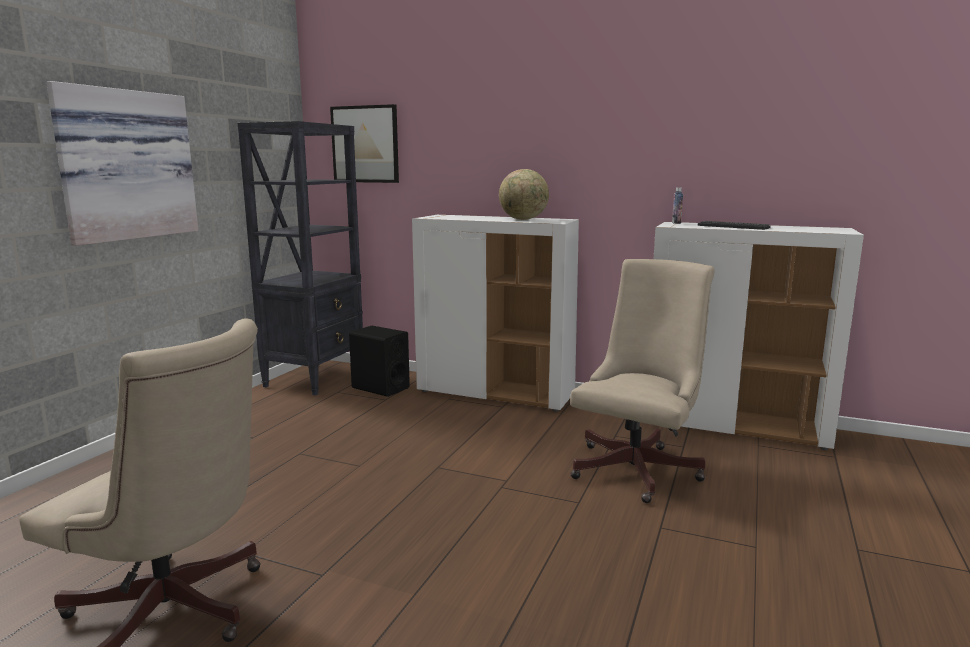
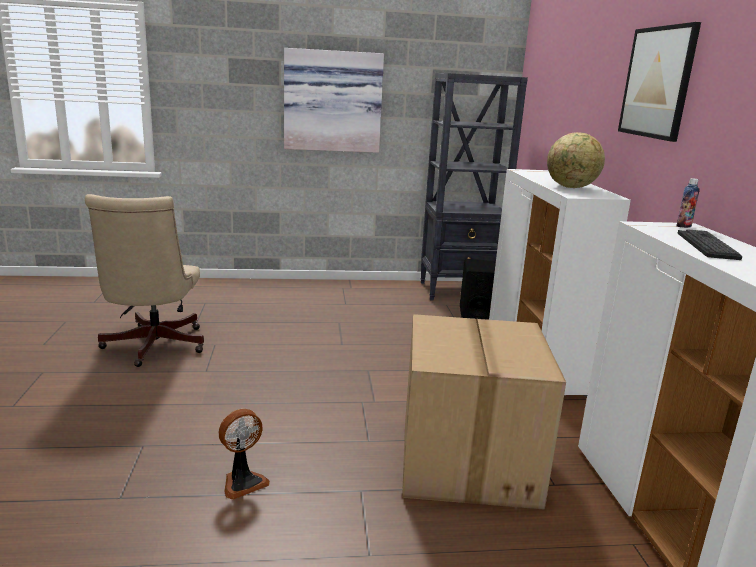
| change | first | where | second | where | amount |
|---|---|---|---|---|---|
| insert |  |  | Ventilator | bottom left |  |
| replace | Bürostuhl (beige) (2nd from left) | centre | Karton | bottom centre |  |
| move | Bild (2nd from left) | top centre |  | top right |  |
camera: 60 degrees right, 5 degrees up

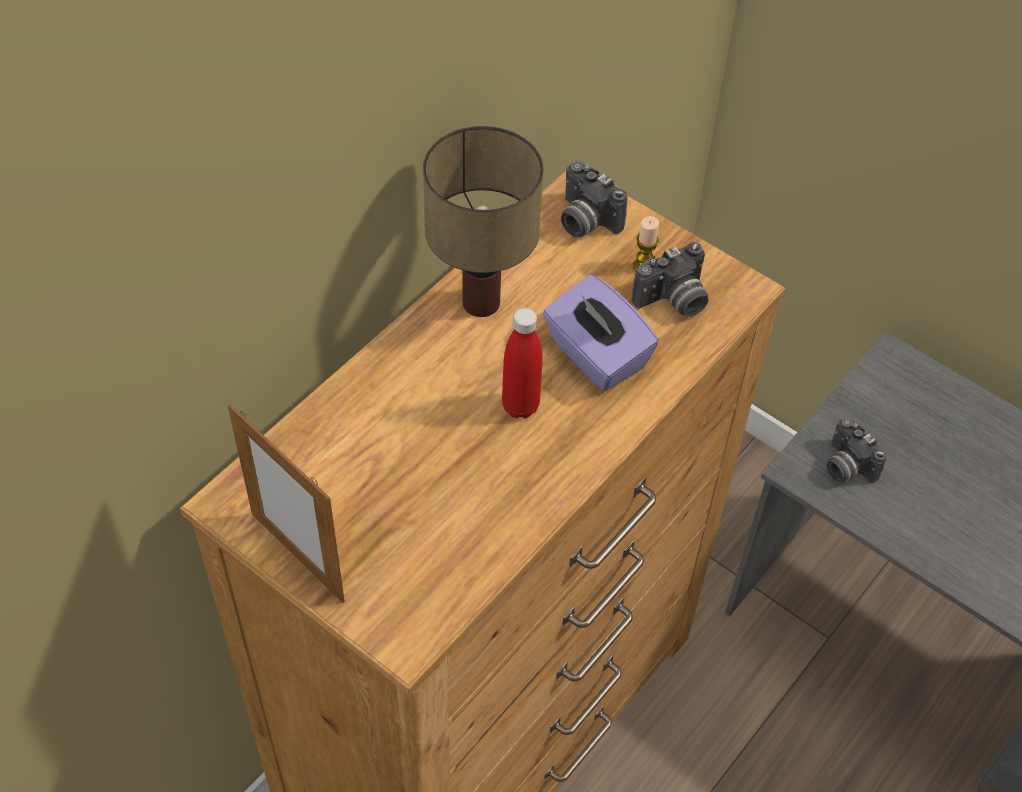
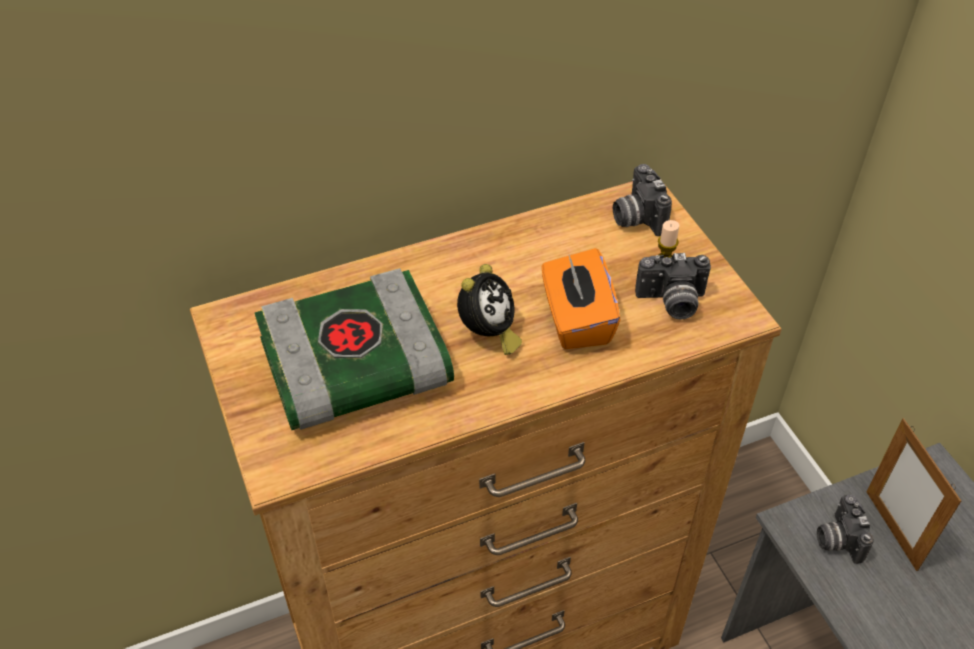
| change | first | where | second | where | amount |
|---|---|---|---|---|---|
| insert |  |  | Buch | centre |  |
| replace | Flasche (rot) | centre | Wecker | centre |  |
| recolor | Taschentuchbox (lila) | centre | Taschentuchbox (orange) | centre |  |
| move | Bilderrahmen | middle left |  | bottom right |  |
| delete | Tischlampe | top centre |  |  |  |
camera: 30 degrees right, 5 degrees down

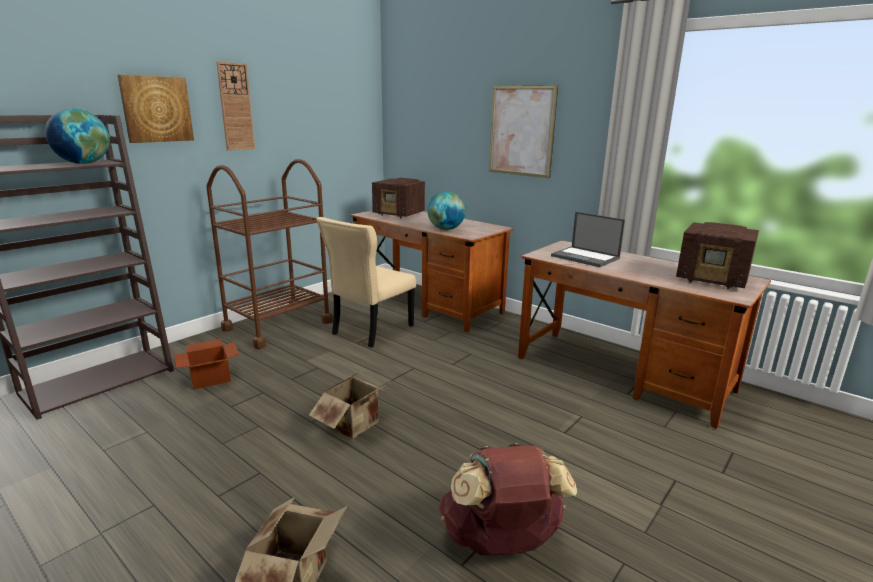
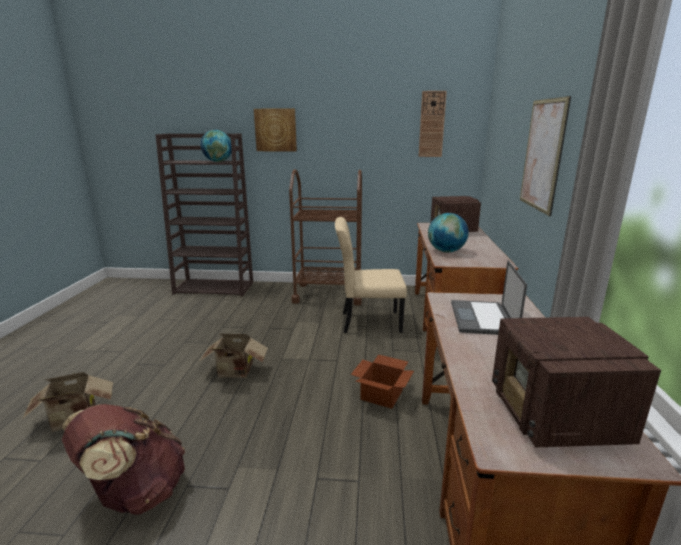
| change | first | where | second | where | amount |
|---|---|---|---|---|---|
| move | Karton (1st from left in the first image) | middle left | Karton (3rd from left) | bottom centre |  |
| move | Wanduhr | top left |  | top centre |  |
camera: 55 degrees right, 0 degrees up

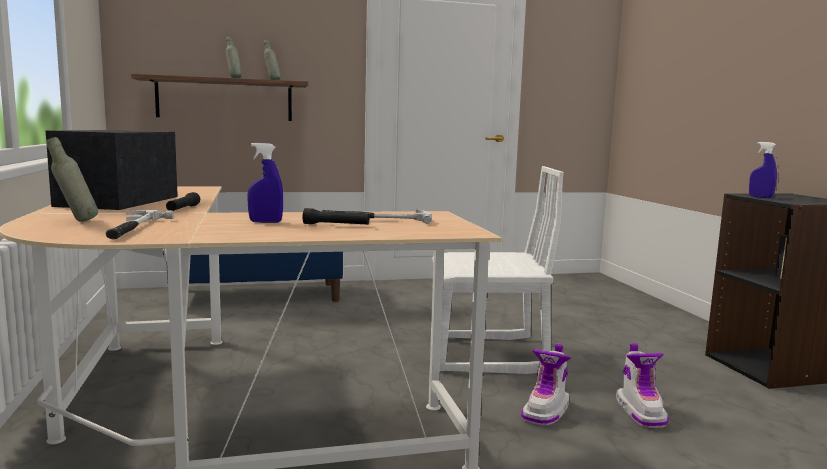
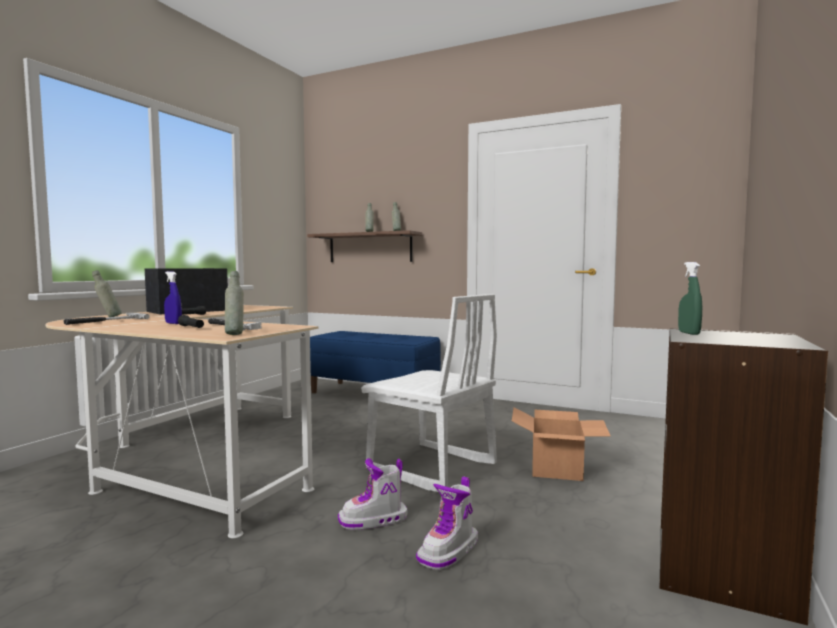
| change | first | where | second | where | amount |
|---|---|---|---|---|---|
| insert |  |  | Flasche (grau) (2nd from left) | middle left |  |
| insert |  |  | Karton | bottom right |  |
| recolor | Sprühflasche (blau) (2nd from left) | middle right | Sprühflasche (grün) | middle right |  |
camera: 40 degrees right, 5 degrees down

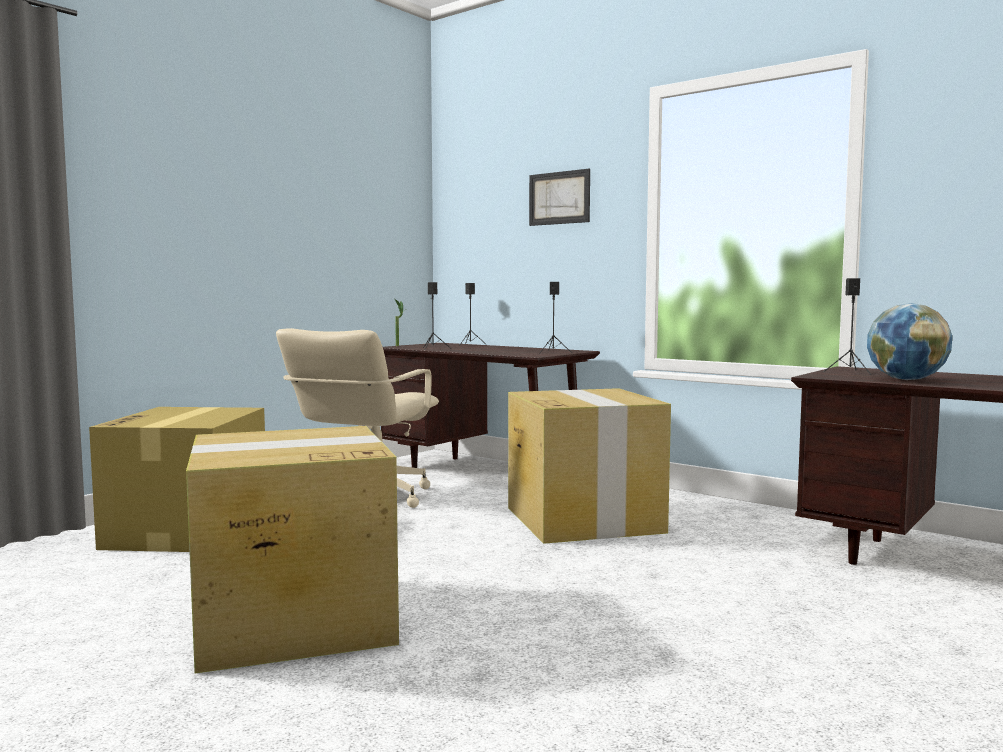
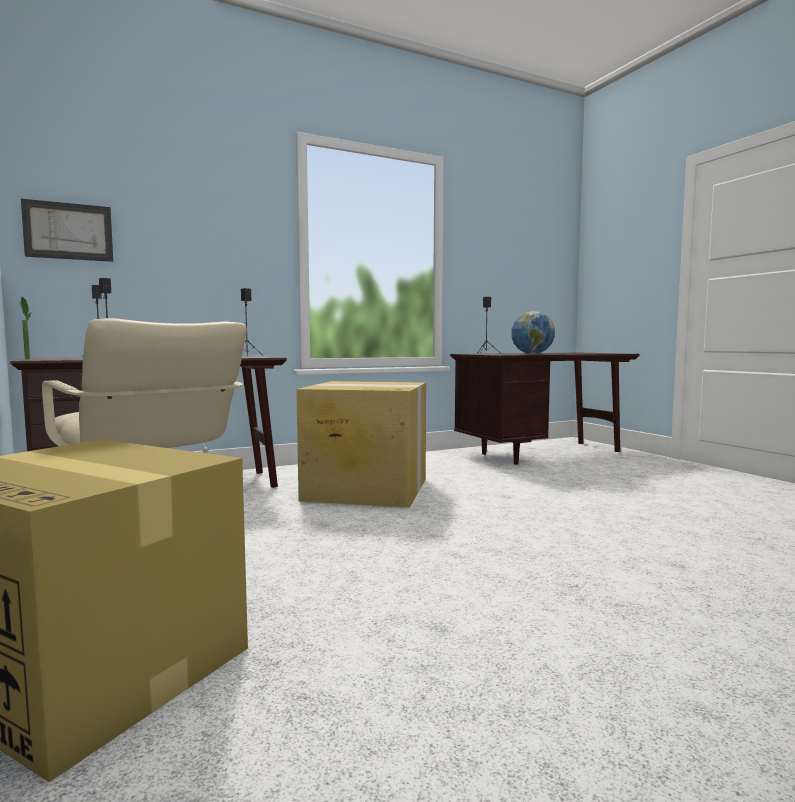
| change | first | where | second | where | amount |
|---|---|---|---|---|---|
| move | Bild | top centre |  | top left |  |
| delete | Karton (2nd from left) | bottom left |  |  |  |
camera: 65 degrees left, 0 degrees up

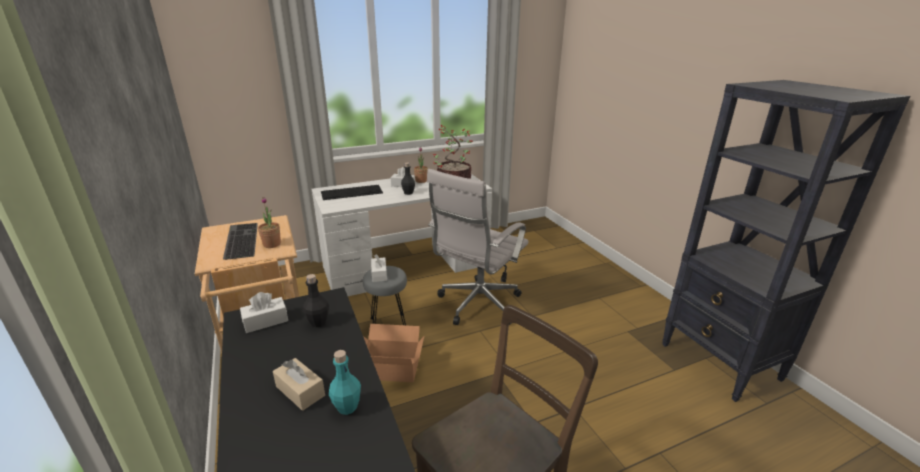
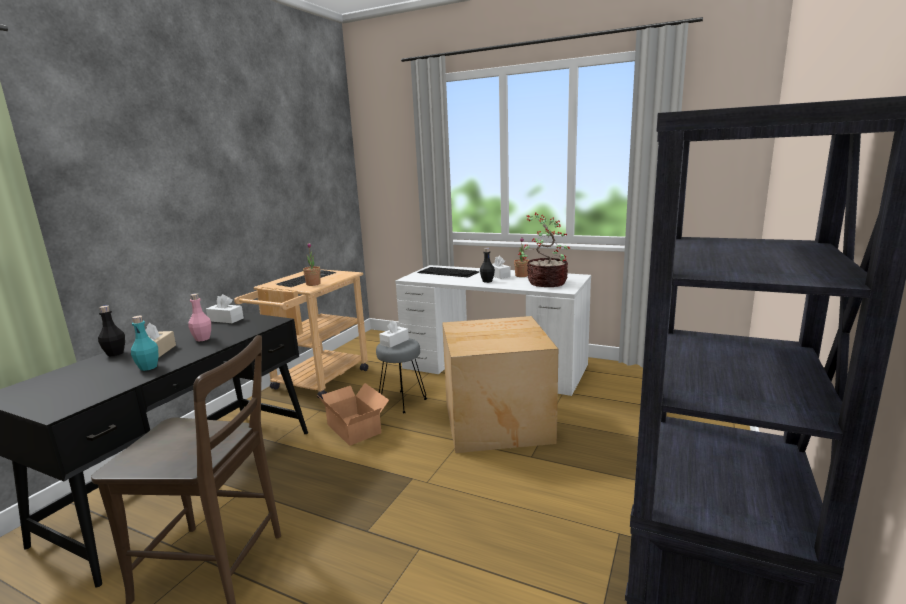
| change | first | where | second | where | amount |
|---|---|---|---|---|---|
| move | Flasche (schwarz) (1st from left) | centre |  | middle left |  |
| insert |  |  | Flasche (rosa) | middle left |  |
| replace | Bürostuhl (weiß) | centre | Karton (2nd from left) | centre |  |
camera: 50 degrees right, 10 degrees down

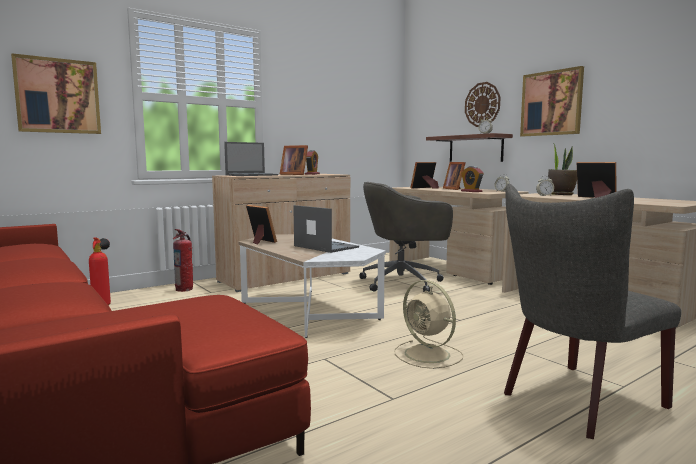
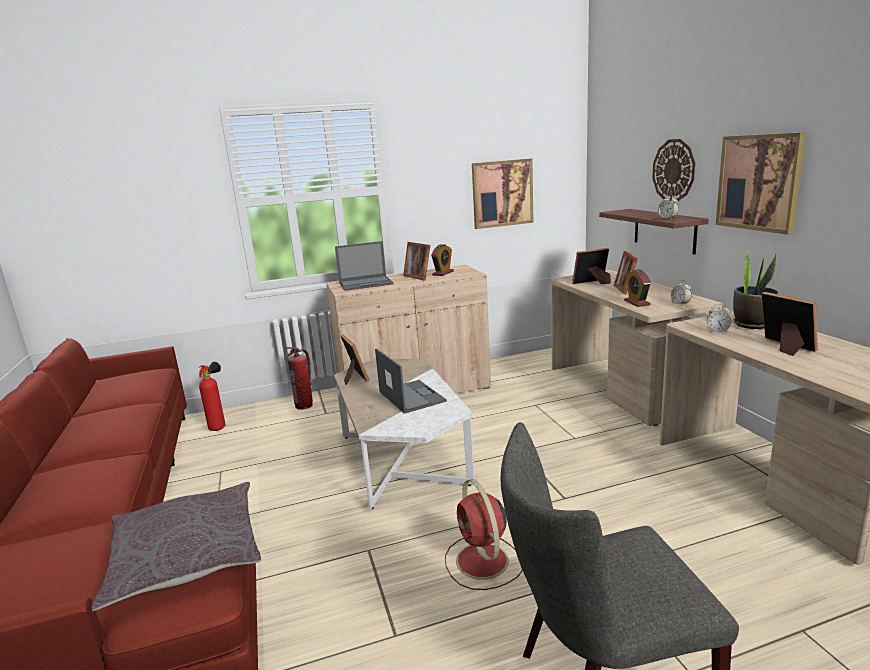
| change | first | where | second | where | amount |
|---|---|---|---|---|---|
| insert |  |  | Kissen (grau) | bottom left |  |
| recolor | Ventilator (beige) | bottom centre | Ventilator (rot) | bottom centre |  |
| move | Bild (1st from left) | top left |  | top centre |  |
| delete | Bürostuhl (grau) | centre |  |  |  |
camera: 20 degrees right, 10 degrees up

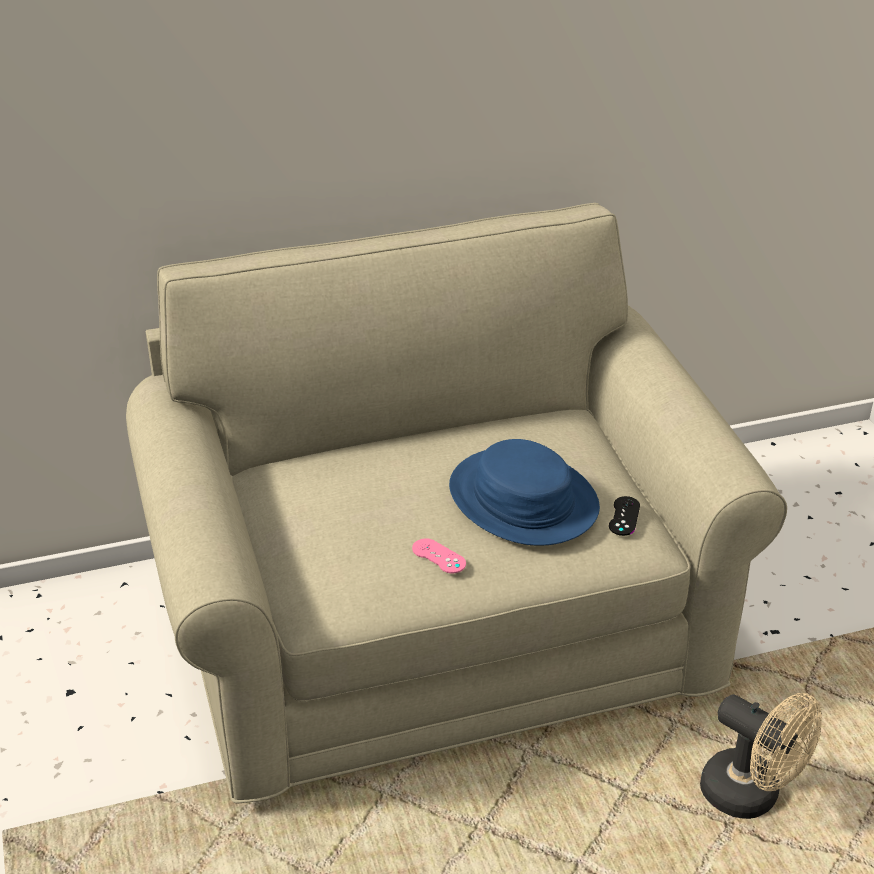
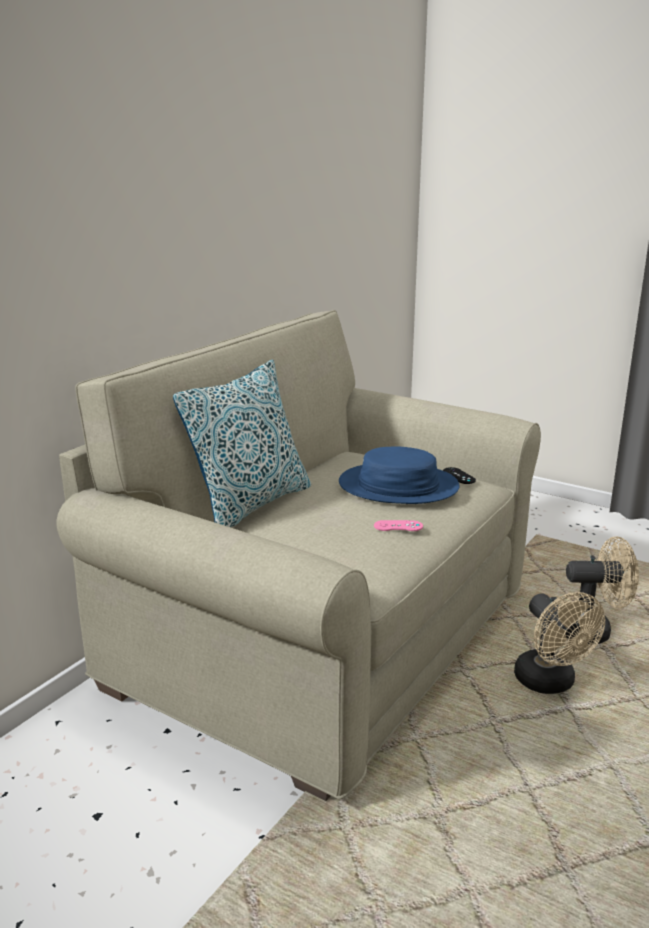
| change | first | where | second | where | amount |
|---|---|---|---|---|---|
| insert |  |  | Kissen | centre |  |
| insert |  |  | Ventilator (beige) (1st from left) | bottom right |  |
camera: 40 degrees left, 15 degrees down

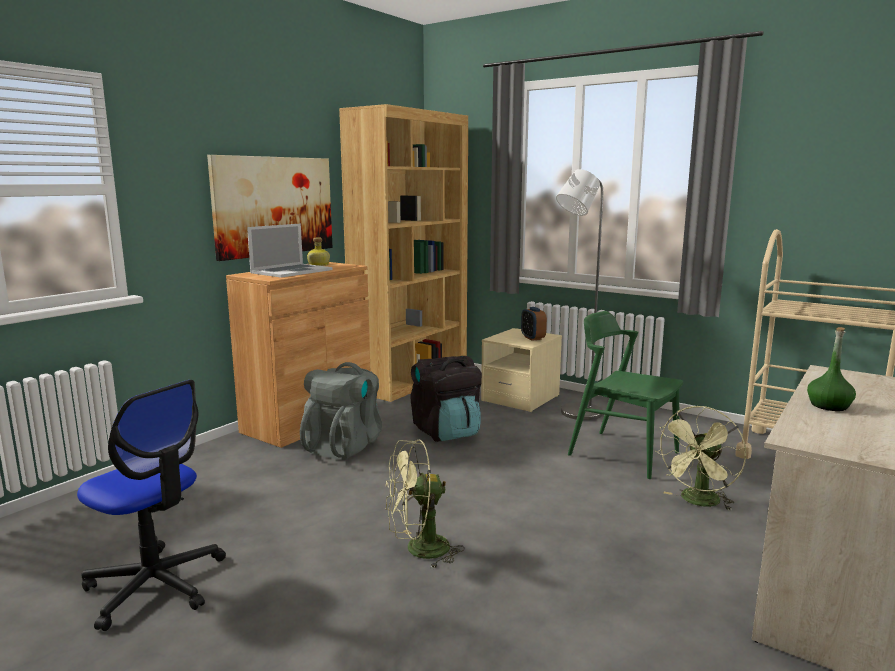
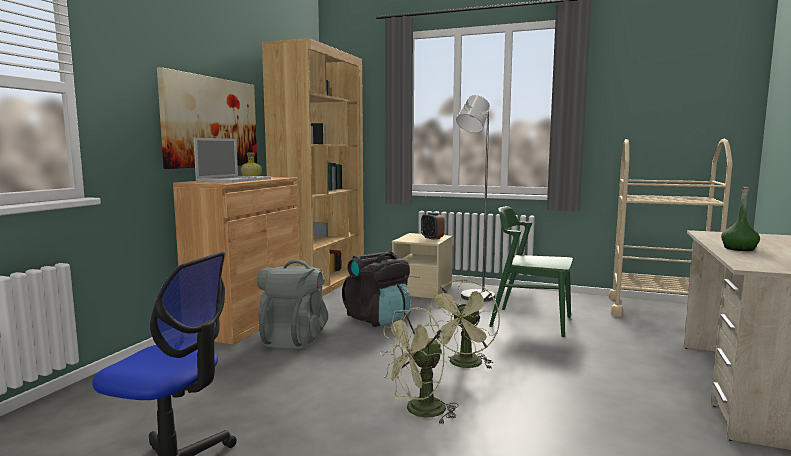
| change | first | where | second | where | amount |
|---|---|---|---|---|---|
| move | Ventilator (grün) (2nd from left) | bottom right |  | bottom centre |  |
camera: 15 degrees left, 5 degrees down

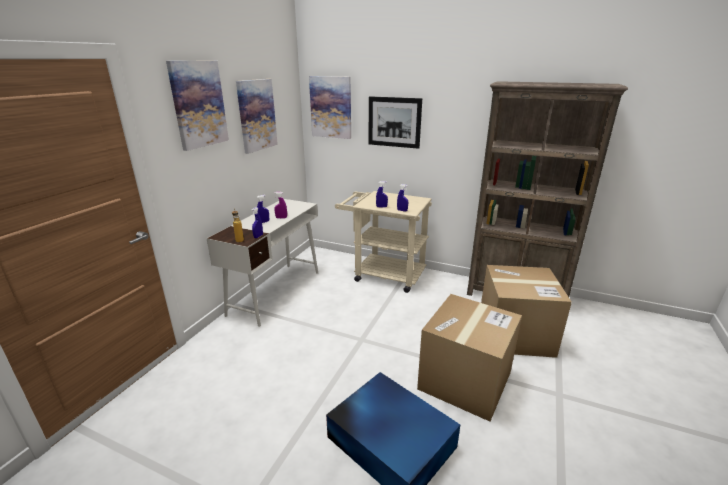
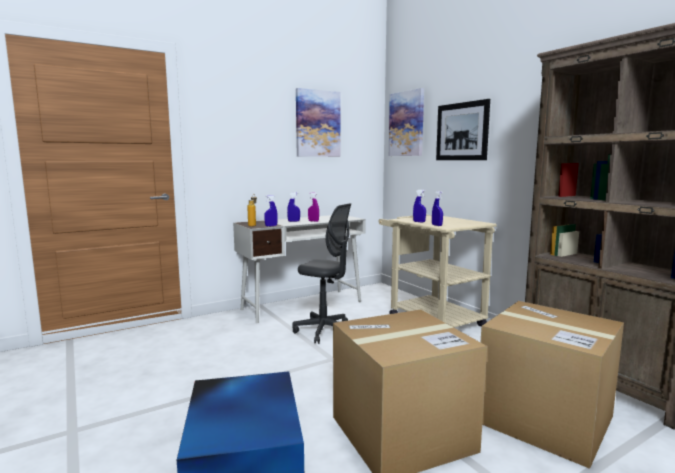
| change | first | where | second | where | amount |
|---|---|---|---|---|---|
| insert |  |  | Bürostuhl (grau) | centre |  |
| delete | Bild (1st from left) | top left |  |  |  |
camera: 35 degrees right, 15 degrees down

